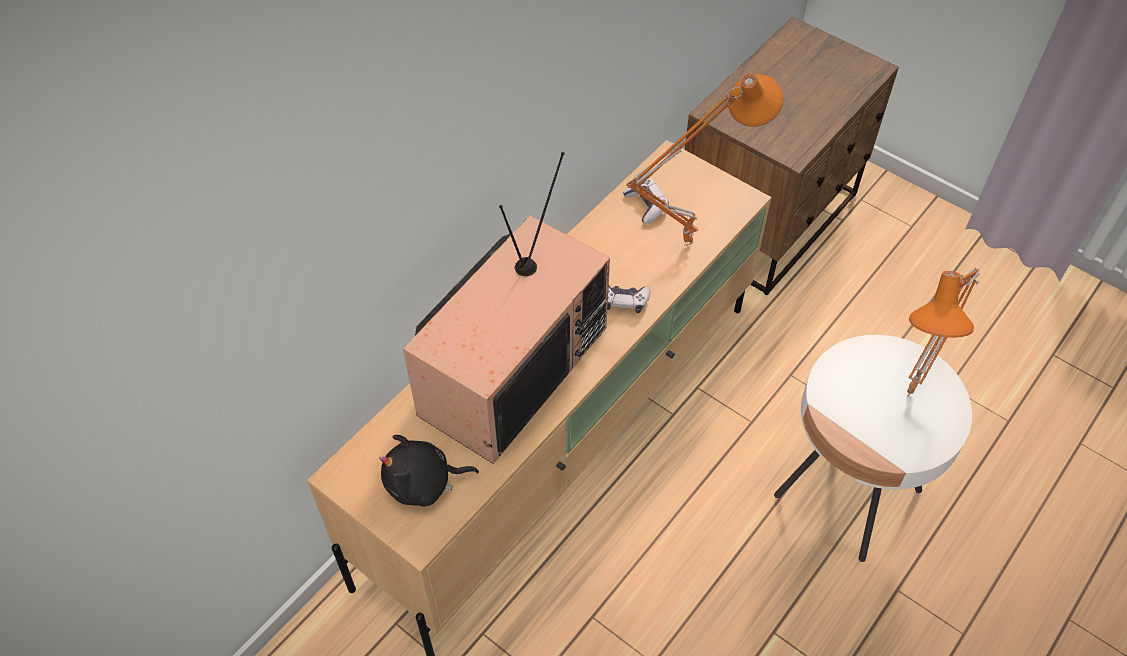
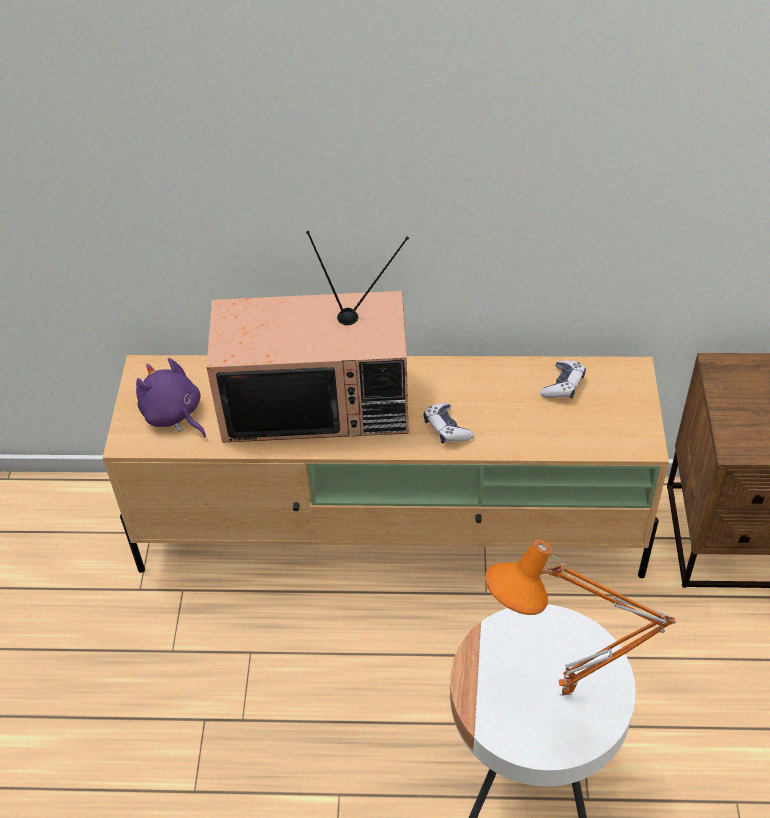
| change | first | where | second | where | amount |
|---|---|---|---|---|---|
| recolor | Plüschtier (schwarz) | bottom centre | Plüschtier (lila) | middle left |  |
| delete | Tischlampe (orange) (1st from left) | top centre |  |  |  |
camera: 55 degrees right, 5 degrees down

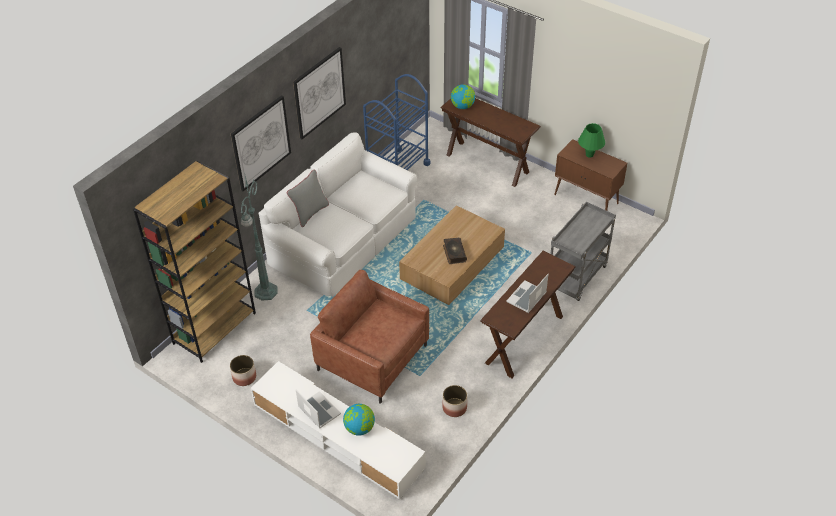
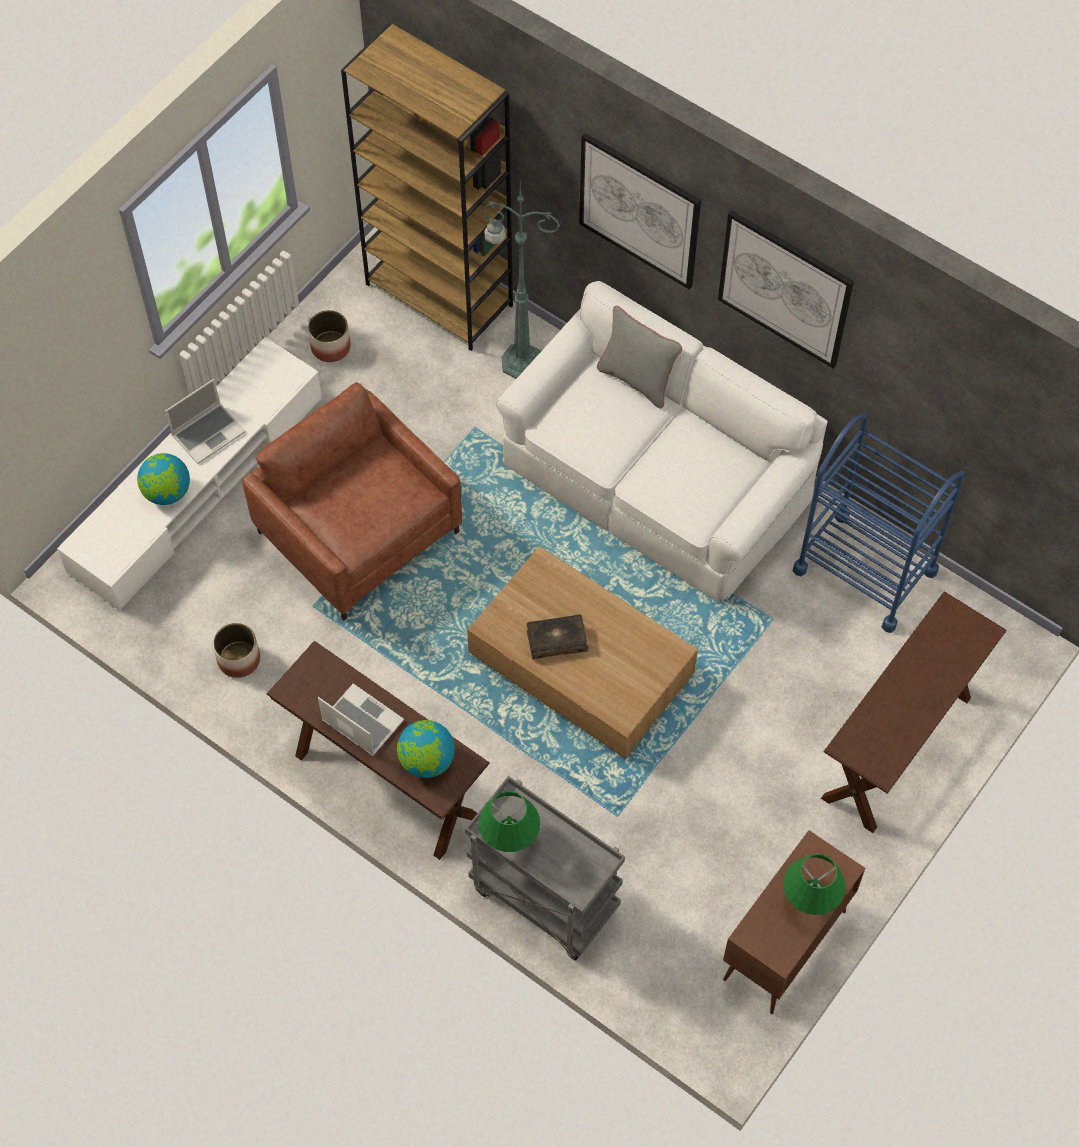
| change | first | where | second | where | amount |
|---|---|---|---|---|---|
| rotate | Sessel (braun) | centre |  | middle left | 75 degrees counterclockwise |
| move | Globus (2nd from left) | top centre |  | centre |  |
| insert |  |  | Tischlampe (grün) (1st from left) | bottom centre |  |
camera: 90 degrees right, 15 degrees up

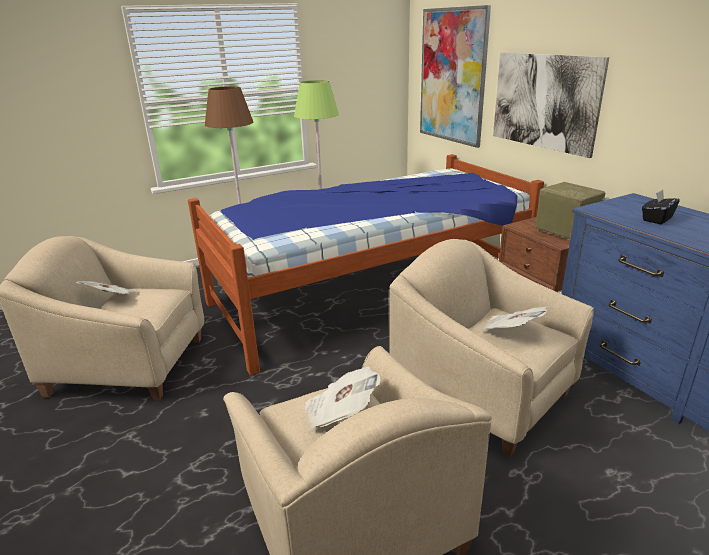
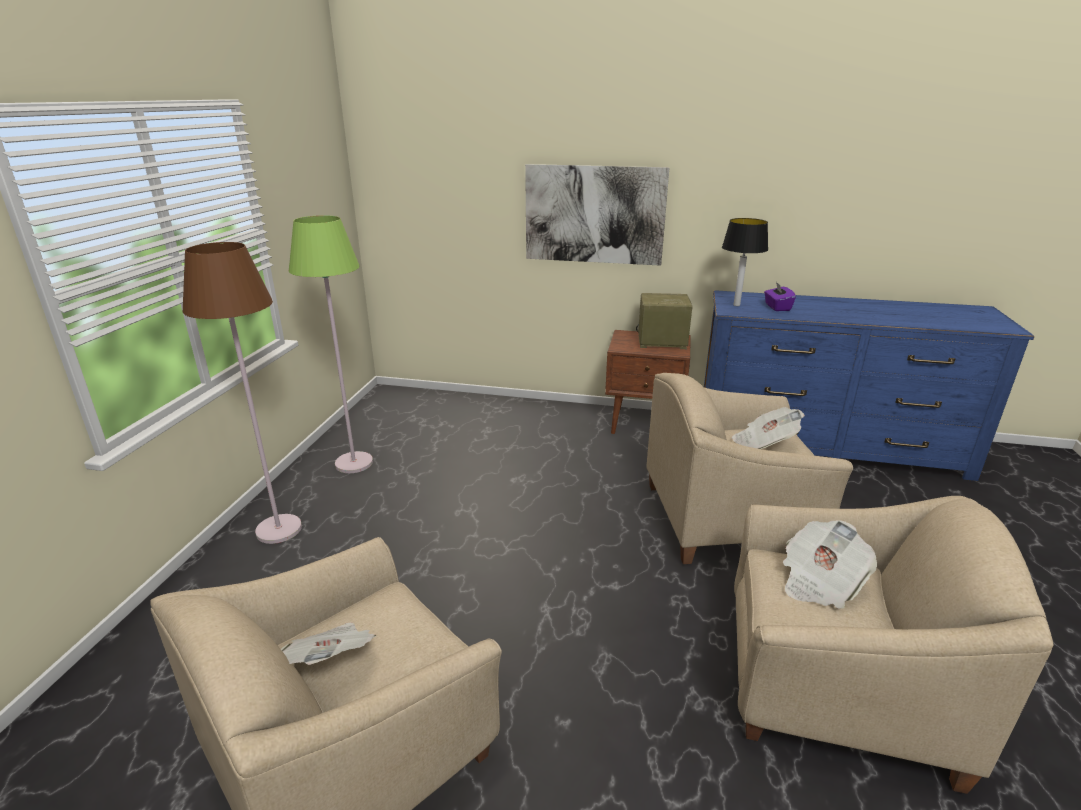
| change | first | where | second | where | amount |
|---|---|---|---|---|---|
| insert |  |  | Tischlampe | top right |  |
| recolor | Taschentuchbox (schwarz) | middle right | Taschentuchbox (lila) | middle right |  |
| delete | Bett | centre |  |  |  |
| delete | Bild (1st from left) | top centre |  |  |  |
camera: 50 degrees left, 0 degrees up

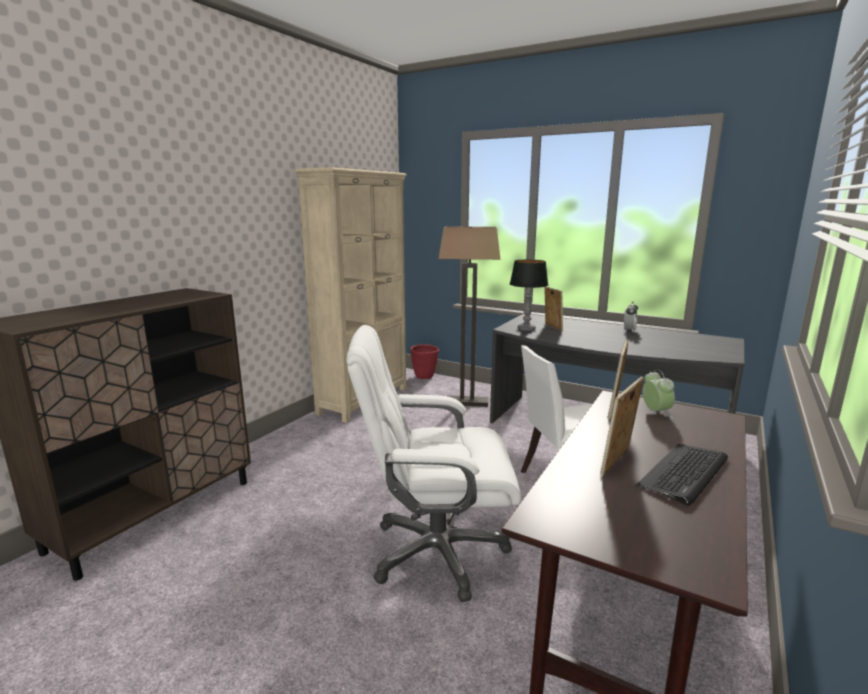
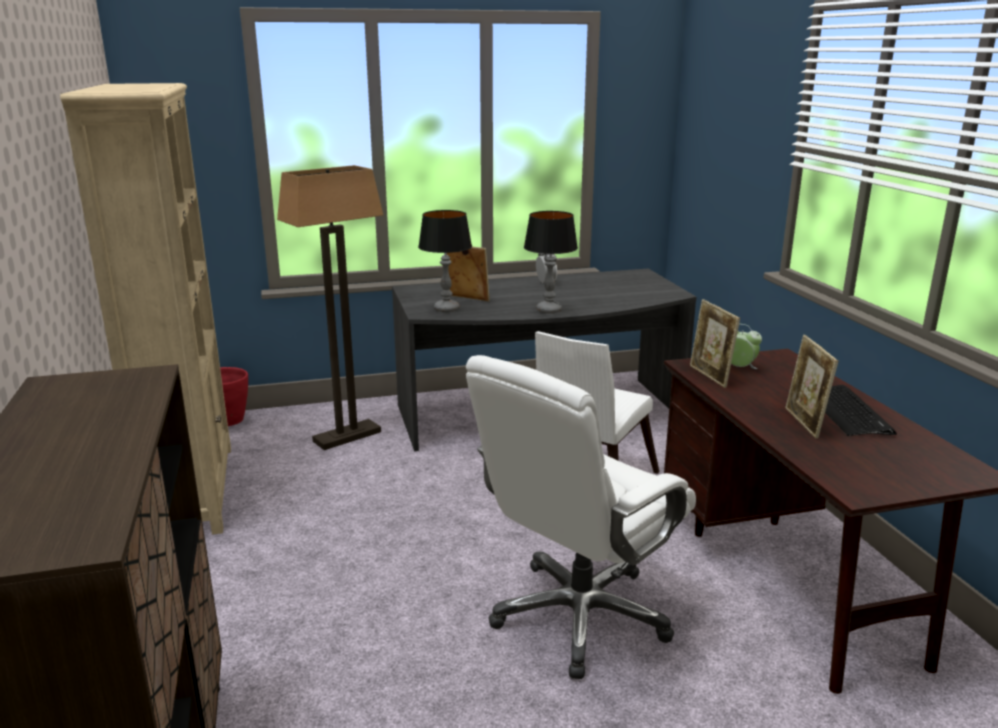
| change | first | where | second | where | amount |
|---|---|---|---|---|---|
| insert |  |  | Tischlampe (2nd from left) | centre |  |
camera: 45 degrees left, 5 degrees up

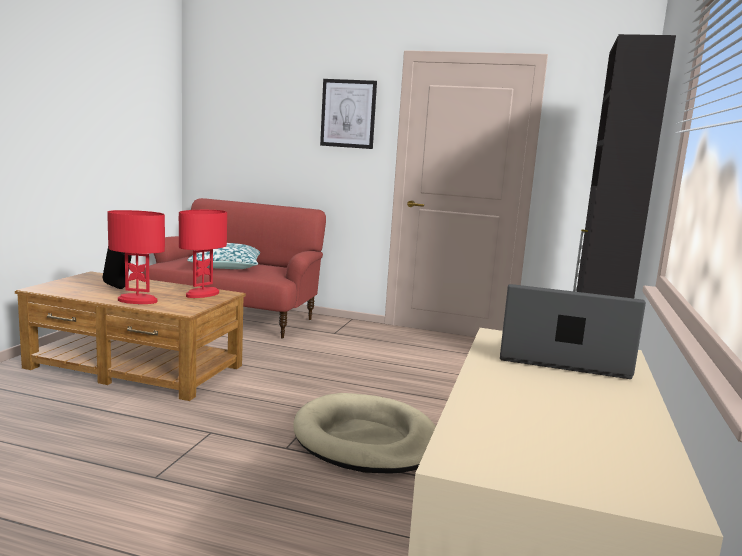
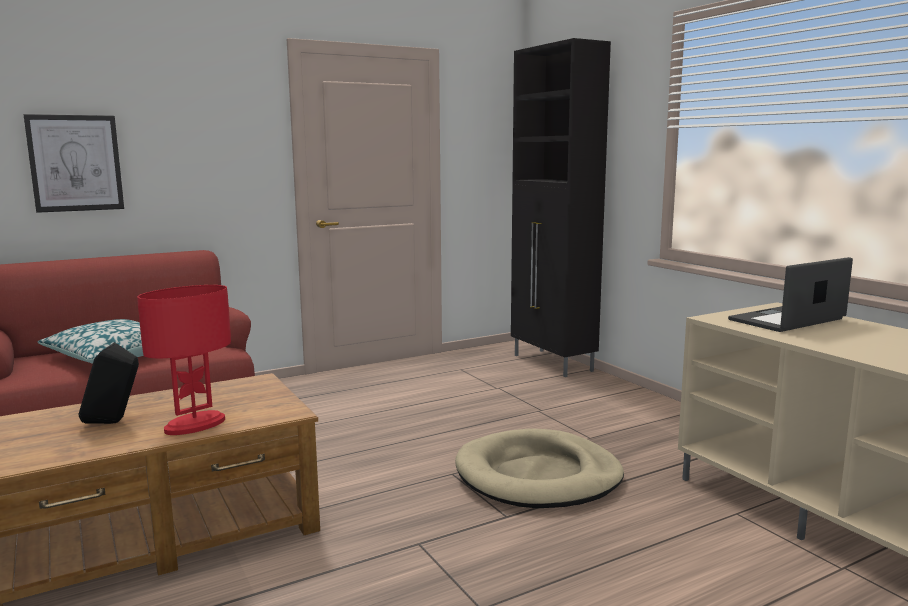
| change | first | where | second | where | amount |
|---|---|---|---|---|---|
| move | Bild | top centre |  | top left |  |
| delete | Tischlampe (rot) (2nd from left) | middle left |  |  |  |
camera: 45 degrees left, 0 degrees up

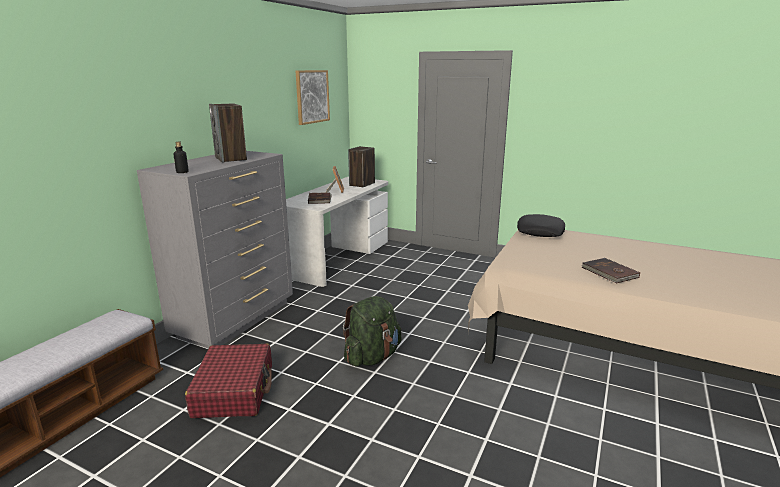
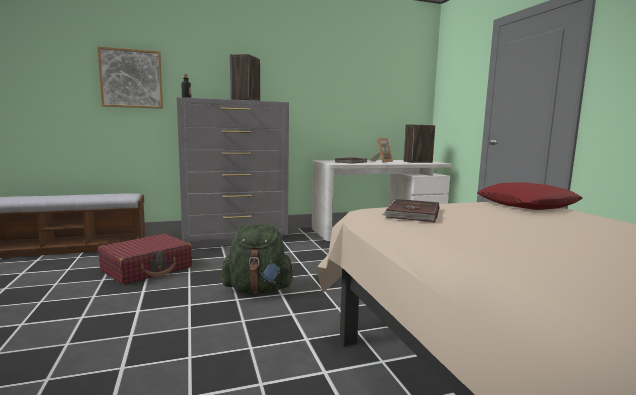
| change | first | where | second | where | amount |
|---|---|---|---|---|---|
| move | Bild | top centre |  | top left |  |
| move | Buch (braun) (2nd from left) | middle right |  | centre |  |
| recolor | Kissen (schwarz) | middle right | Kissen (rot) | middle right |  |
camera: 45 degrees right, 10 degrees down

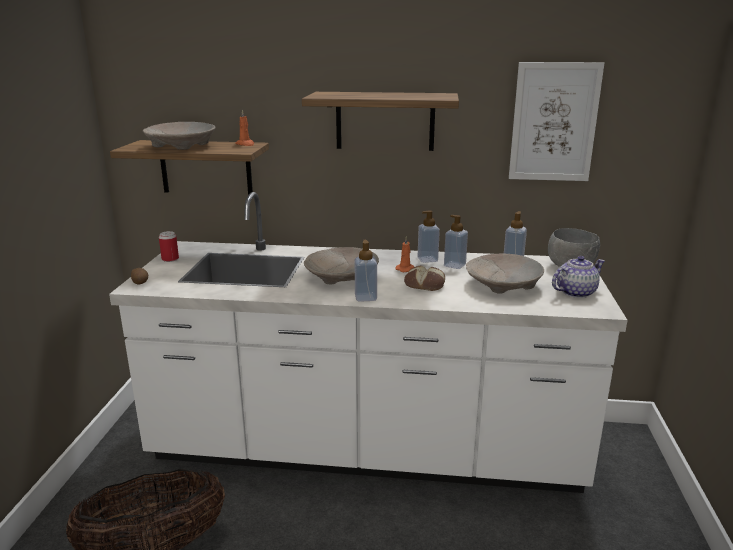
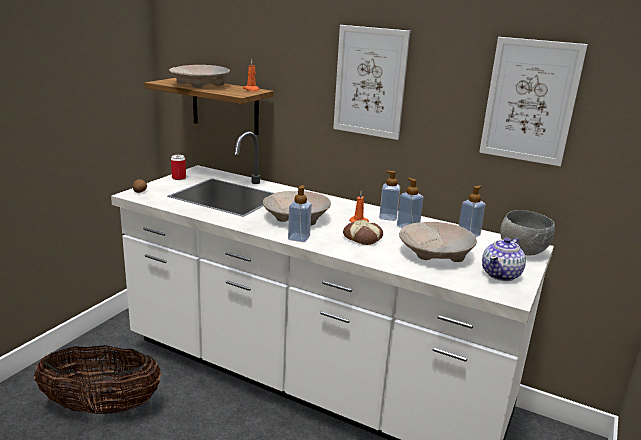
| change | first | where | second | where | amount |
|---|---|---|---|---|---|
| replace | Wandregal (2nd from left) | top centre | Bild (1st from left) | top centre |  |
| rotate | Teekanne | middle right |  | middle right | 135 degrees clockwise |
camera: 20 degrees right, 0 degrees up

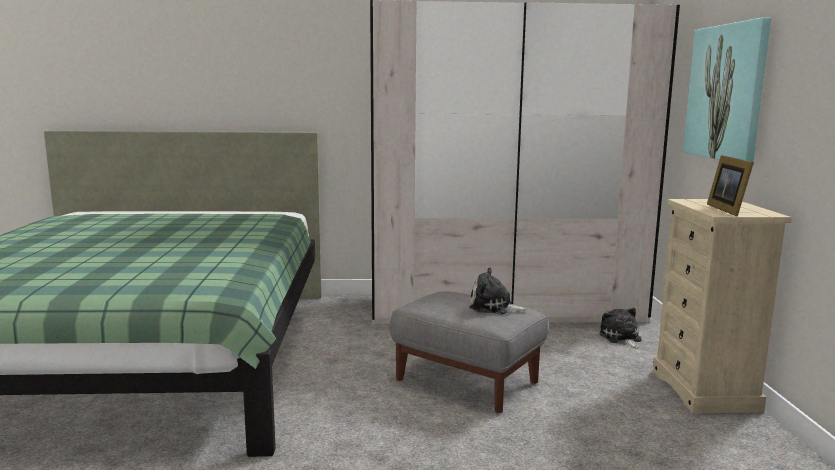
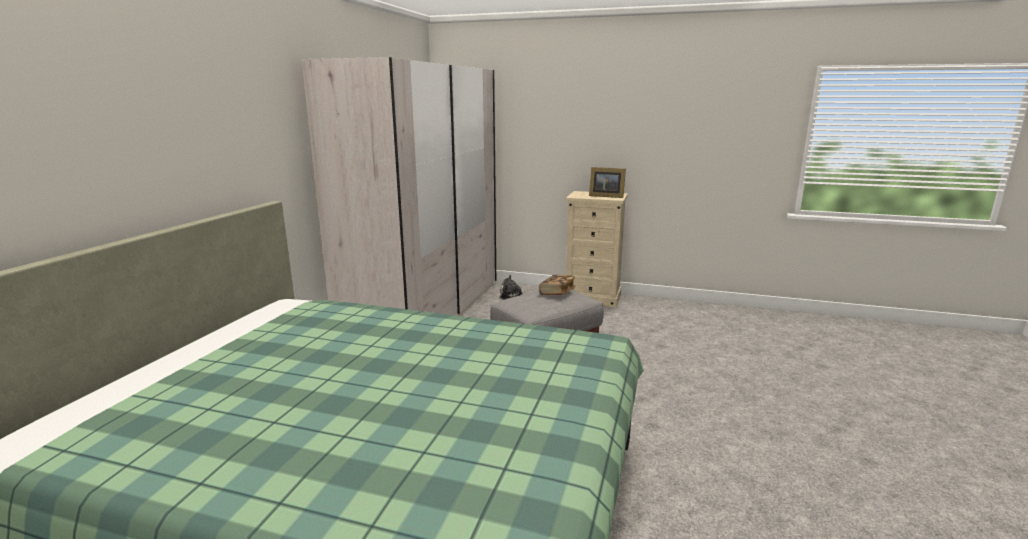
| change | first | where | second | where | amount |
|---|---|---|---|---|---|
| replace | Plüschtier (1st from left) | centre | Buch | centre |  |
| delete | Bild | top right |  |  |  |
camera: 70 degrees left, 5 degrees up

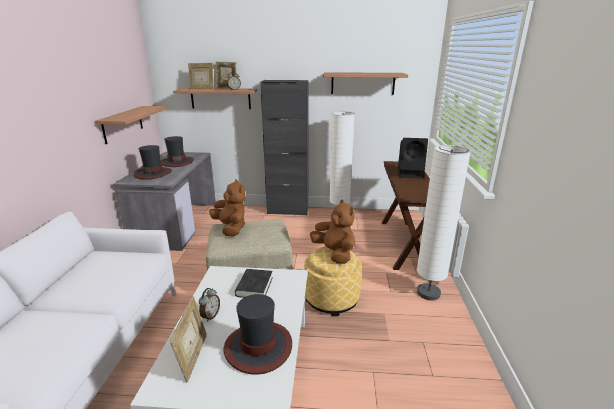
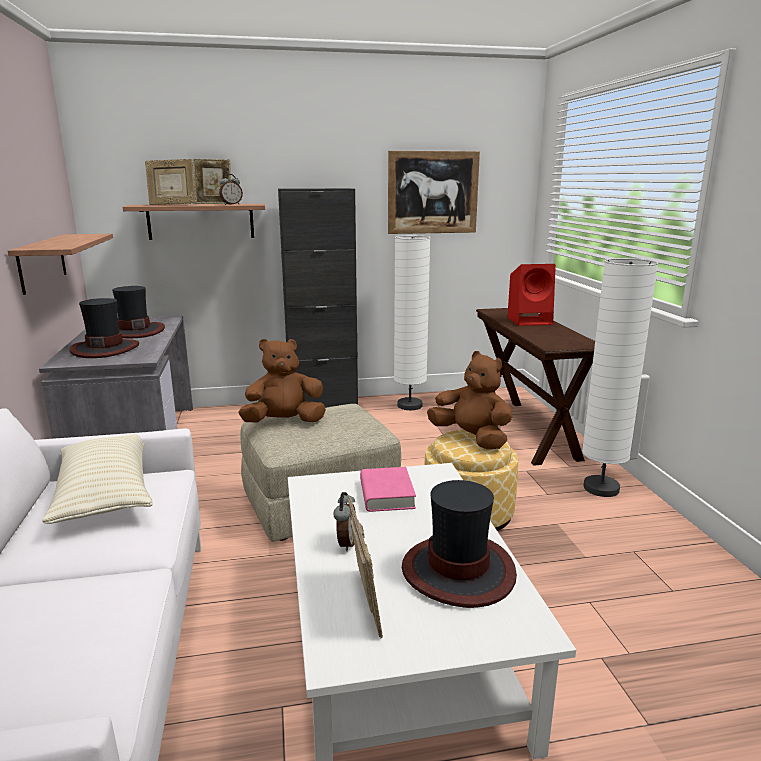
| change | first | where | second | where | amount |
|---|---|---|---|---|---|
| insert |  |  | Kissen (beige) | middle left |  |
| rotate | Plüschtier (braun) (1st from left) | centre |  | centre | 60 degrees counterclockwise |
| recolor | Buch (schwarz) | bottom centre | Buch (rosa) | centre |  |
| replace | Wandregal (3rd from left) | top centre | Bild | top centre |  |
| recolor | Lautsprecher (schwarz) | middle right | Lautsprecher (rot) | middle right |  |
camera: 15 degrees left, 5 degrees down

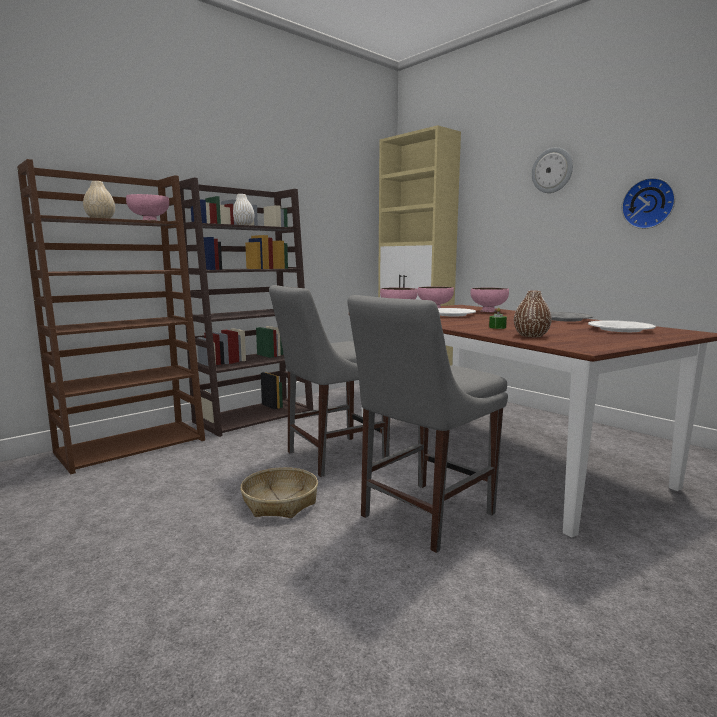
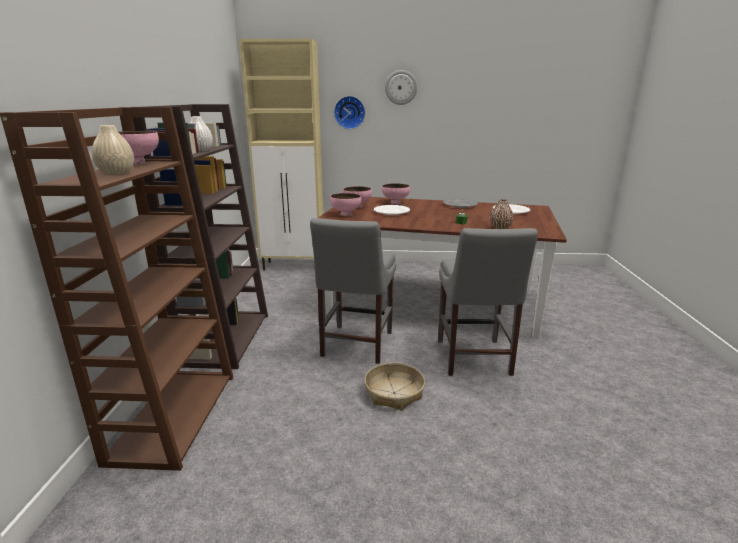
| change | first | where | second | where | amount |
|---|---|---|---|---|---|
| move | Wanduhr (2nd from left in the first image) | top right | Wanduhr (1st from left) | top centre |  |
camera: 45 degrees left, 10 degrees up

